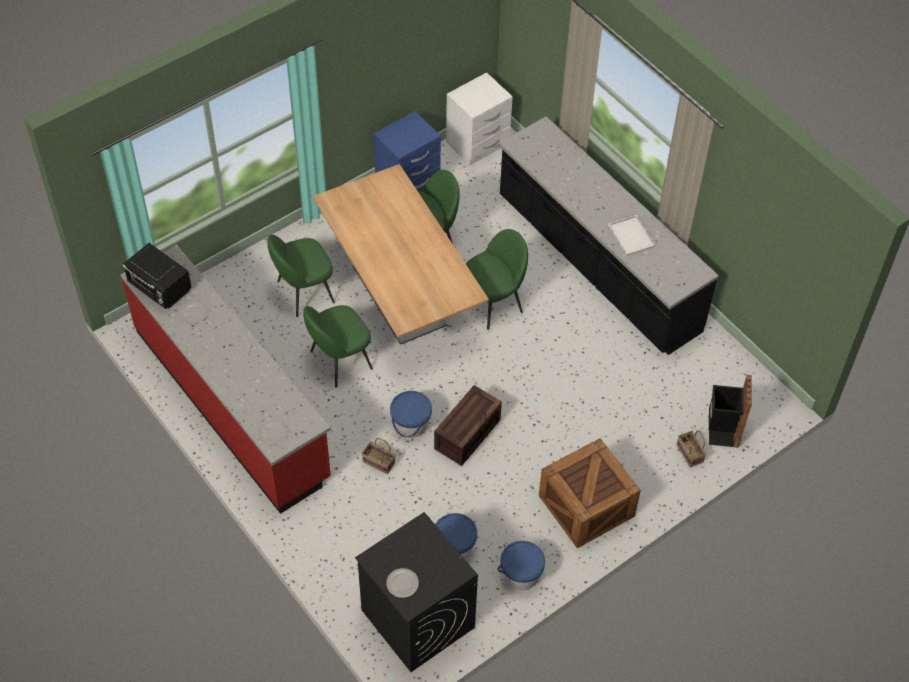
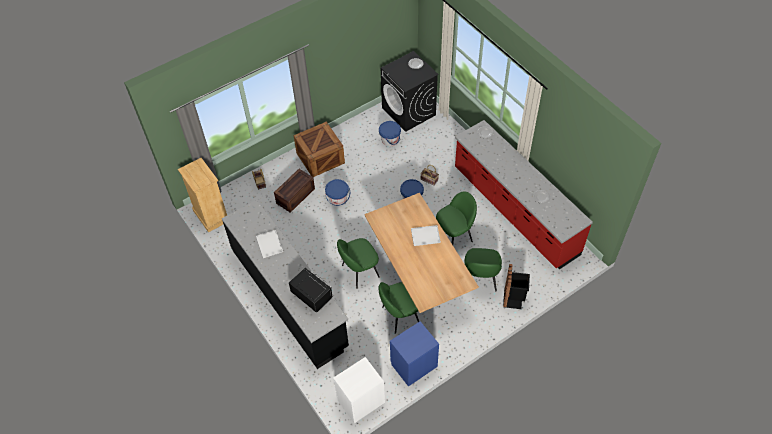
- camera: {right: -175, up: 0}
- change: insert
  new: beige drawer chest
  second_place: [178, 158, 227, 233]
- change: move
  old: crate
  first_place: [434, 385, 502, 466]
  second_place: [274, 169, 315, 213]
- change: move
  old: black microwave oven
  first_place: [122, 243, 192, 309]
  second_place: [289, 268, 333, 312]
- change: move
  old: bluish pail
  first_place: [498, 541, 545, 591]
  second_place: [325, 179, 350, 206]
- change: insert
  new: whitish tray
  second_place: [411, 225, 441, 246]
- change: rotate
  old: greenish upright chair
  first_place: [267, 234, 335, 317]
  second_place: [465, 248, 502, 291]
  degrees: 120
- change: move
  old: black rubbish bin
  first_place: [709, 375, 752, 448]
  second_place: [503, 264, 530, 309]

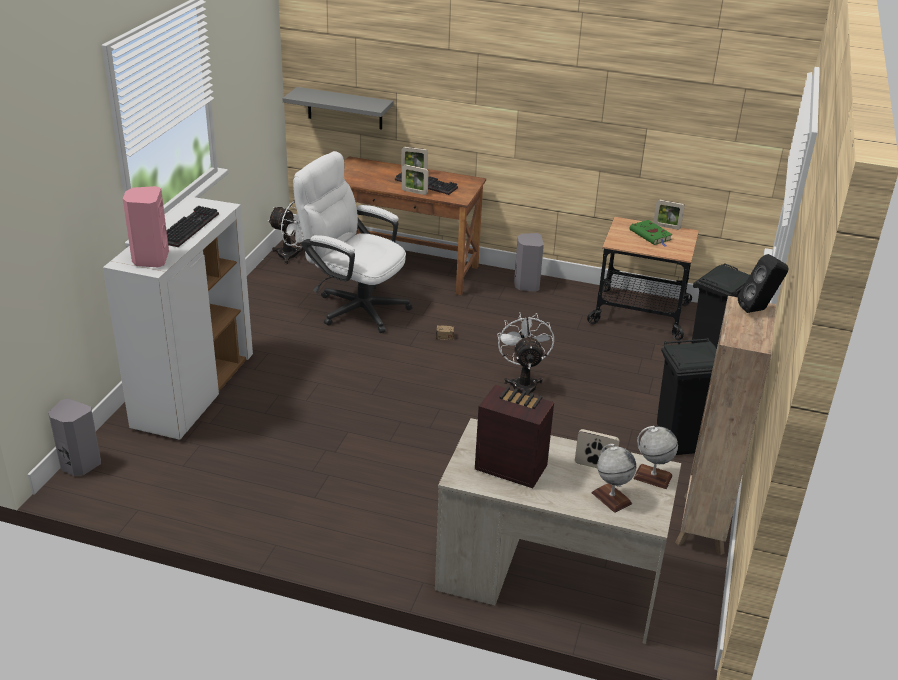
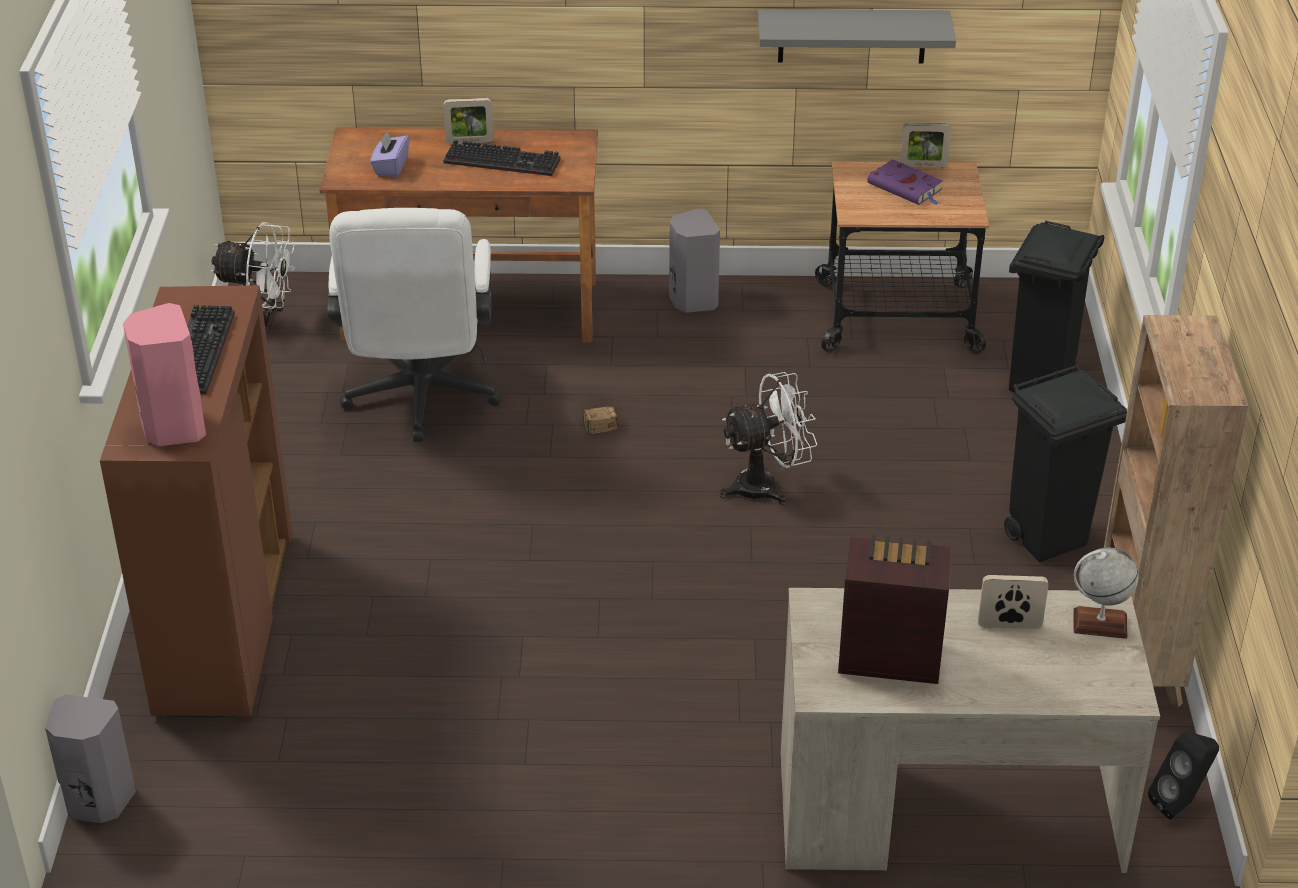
- camera: {right: -15, up: 5}
- change: recolor
  old: whitish cupboard
  new: brown cupboard
  first_place: [103, 197, 253, 440]
  second_place: [100, 285, 292, 718]
- change: rotate
  old: whitish computer chair
  first_place: [293, 151, 412, 333]
  second_place: [327, 208, 502, 442]
  degrees: -105
- change: insert
  new: purple tissue box
  second_place: [370, 131, 409, 177]
- change: rotate
  old: whitish fan
  first_place: [497, 313, 554, 396]
  second_place: [720, 372, 818, 505]
  degrees: 90
- change: move
  old: grey bracket shelf
  first_place: [282, 87, 393, 130]
  second_place: [758, 9, 956, 63]
- change: recolor
  old: greenish bound book
  new: purple bound book
  first_place: [630, 220, 673, 246]
  second_place: [867, 159, 943, 205]
- change: move
  old: black speaker
  first_place: [738, 254, 789, 313]
  second_place: [1148, 732, 1219, 819]
- change: delete
  old: photo frame
  first_place: [402, 164, 428, 195]
- change: delete
  old: desk globe
  first_place: [591, 444, 636, 513]

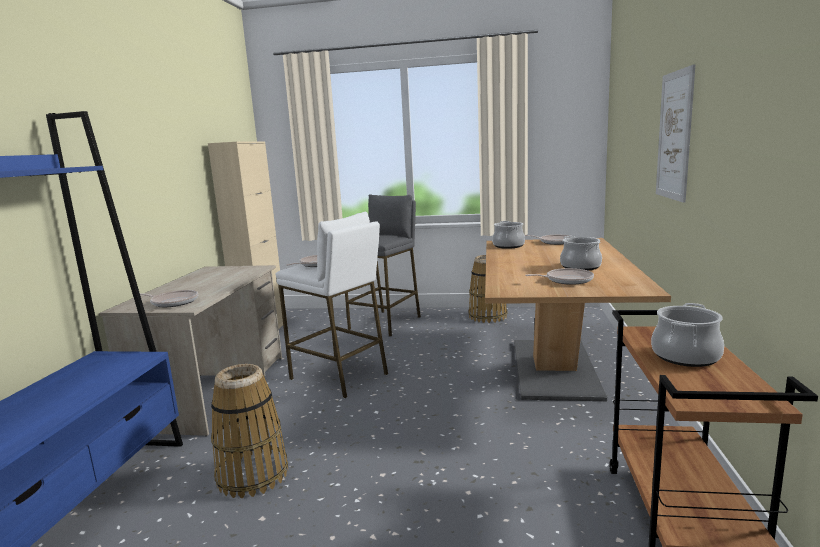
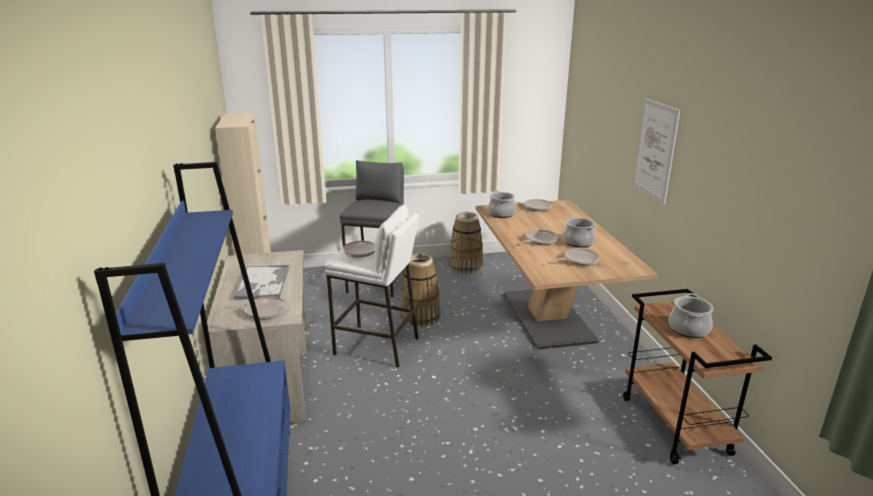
- camera: {right: -20, up: 10}
- change: insert
  new: tray
  second_place: [234, 265, 289, 300]
- change: move
  old: basket
  first_place: [211, 364, 288, 498]
  second_place: [400, 253, 441, 327]
- change: insert
  new: skillet
  second_place: [520, 230, 558, 245]

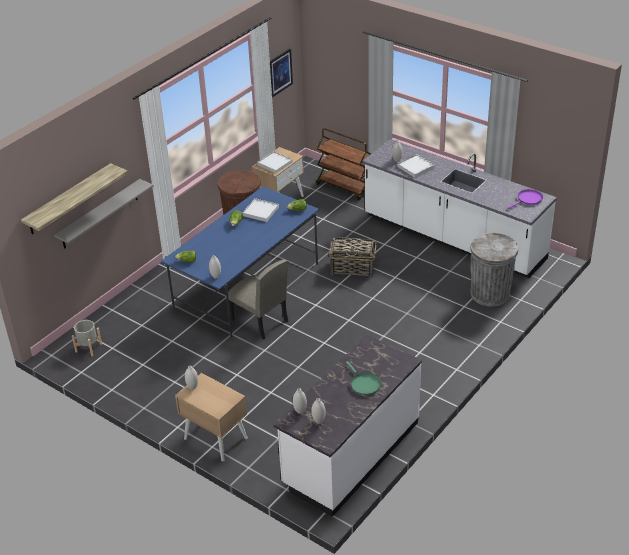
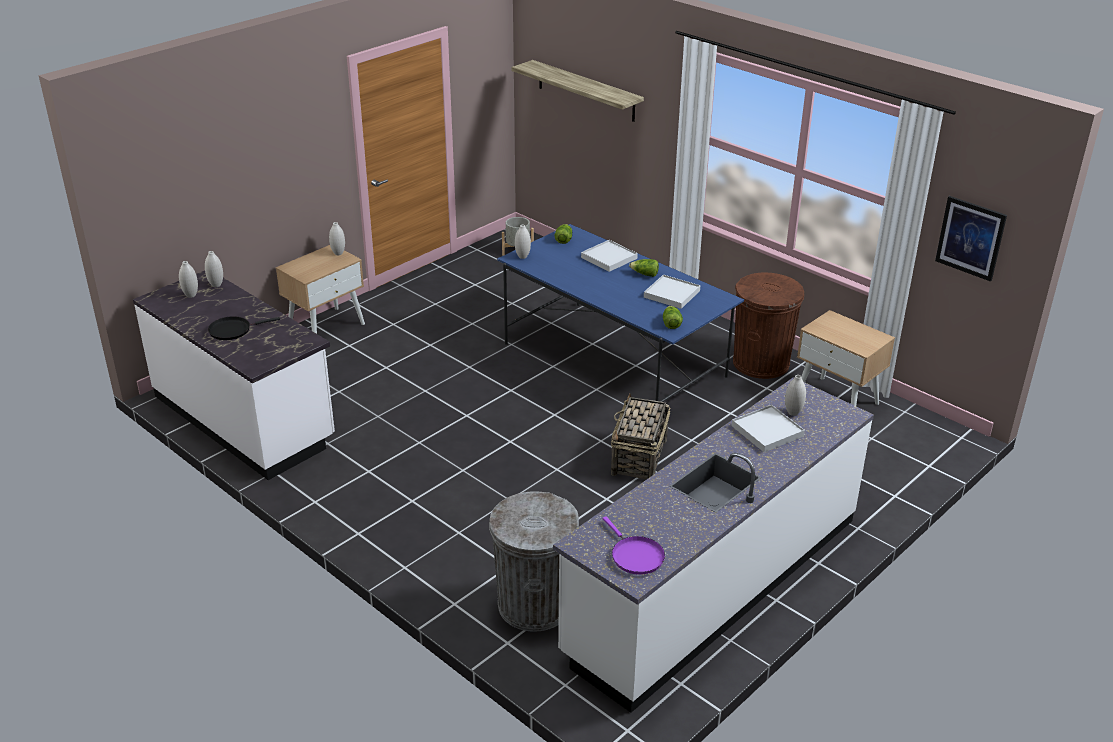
- camera: {right: 95, up: -5}
- change: recolor
  old: greenish skillet
  new: black skillet
  first_place: [346, 361, 381, 395]
  second_place: [208, 316, 280, 340]
- change: move
  old: whitish tray
  first_place: [257, 151, 293, 173]
  second_place: [581, 240, 638, 272]
- change: delete
  old: grey bracket shelf
  first_place: [54, 179, 154, 249]
- change: delete
  old: beige upright chair
  first_place: [228, 259, 288, 340]
- change: delete
  old: brown wheeled cart
  first_place: [316, 128, 371, 200]

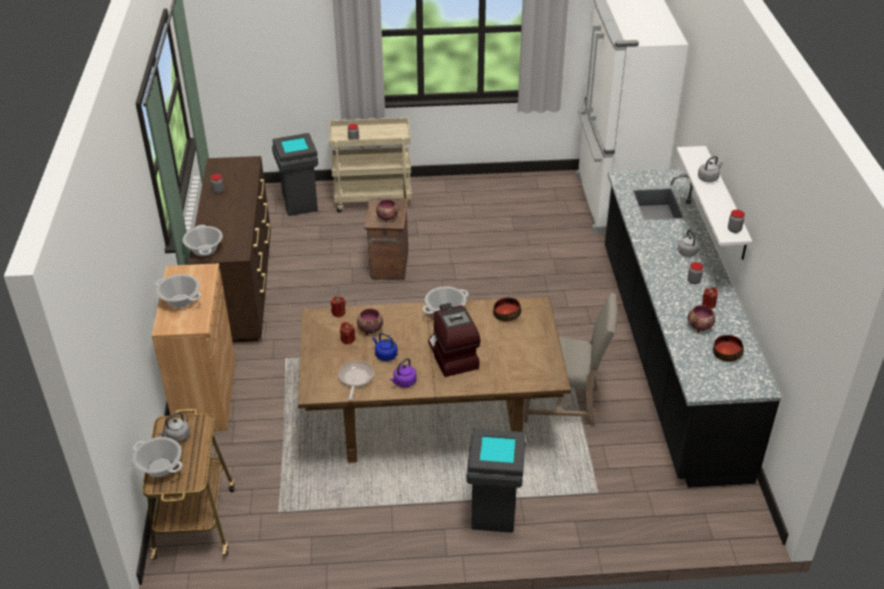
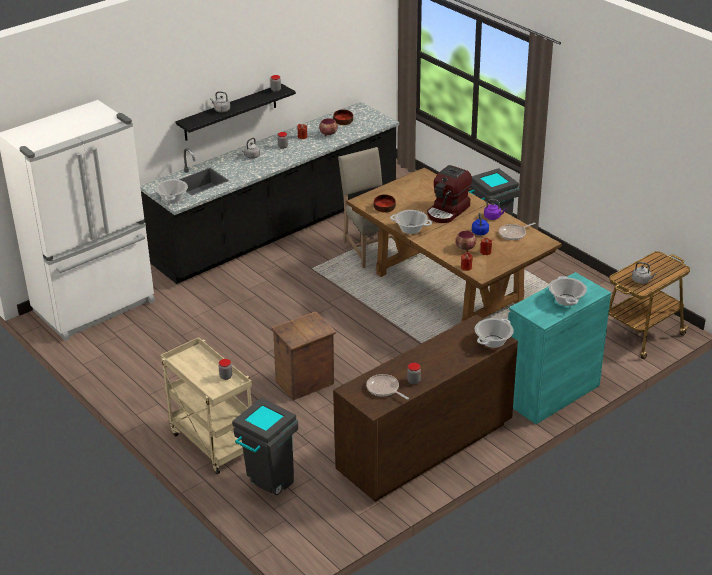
- camera: {right: -125, up: -5}
- change: move
  old: stockpot
  first_place: [132, 437, 183, 477]
  second_place: [155, 179, 188, 203]
- change: recolor
  old: whitish bracket shelf
  new: black bracket shelf
  first_place: [677, 146, 753, 260]
  second_place: [176, 84, 296, 141]
- change: insert
  new: skillet
  second_place: [366, 374, 409, 400]
- change: recolor
  old: brown cupboard
  new: turquoise-coloured cupboard
  first_place: [152, 263, 236, 432]
  second_place: [508, 272, 611, 424]
- change: delete
  old: bowl
  first_place: [376, 199, 399, 222]

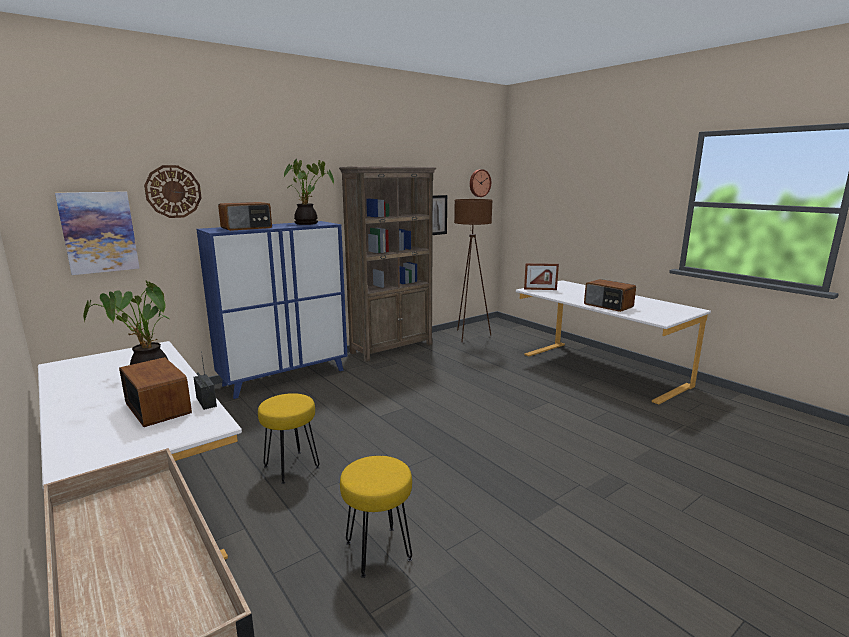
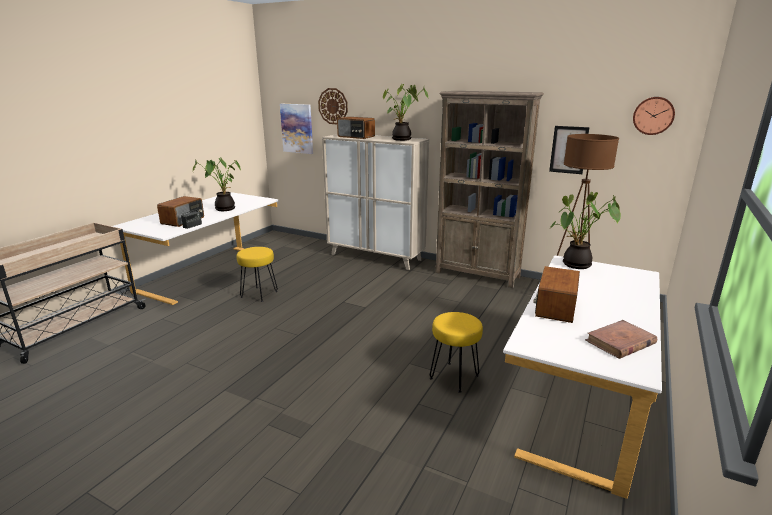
- camera: {right: 65, up: 5}
- change: recolor
  old: bluish cupboard
  new: beige cupboard
  first_place: [197, 221, 348, 399]
  second_place: [322, 134, 429, 270]
- change: move
  old: yellow-coloured stool seat
  first_place: [340, 456, 412, 578]
  second_place: [430, 312, 483, 393]
- change: replace
  old: photo frame
  new: plant in a pot
  first_place: [524, 263, 559, 290]
  second_place: [550, 192, 621, 269]
- change: insert
  new: brown bound book
  second_place: [585, 320, 657, 359]

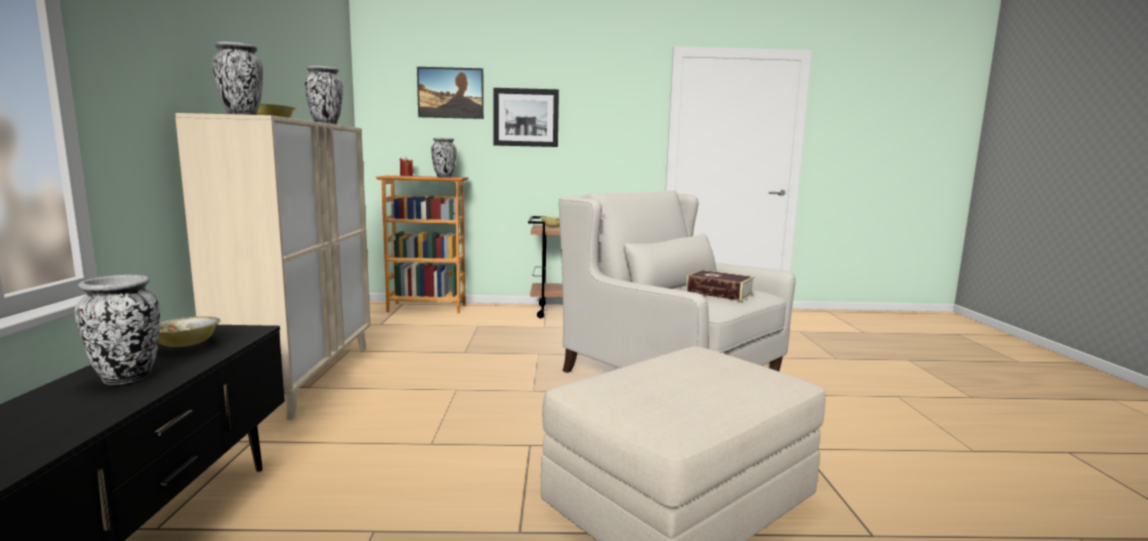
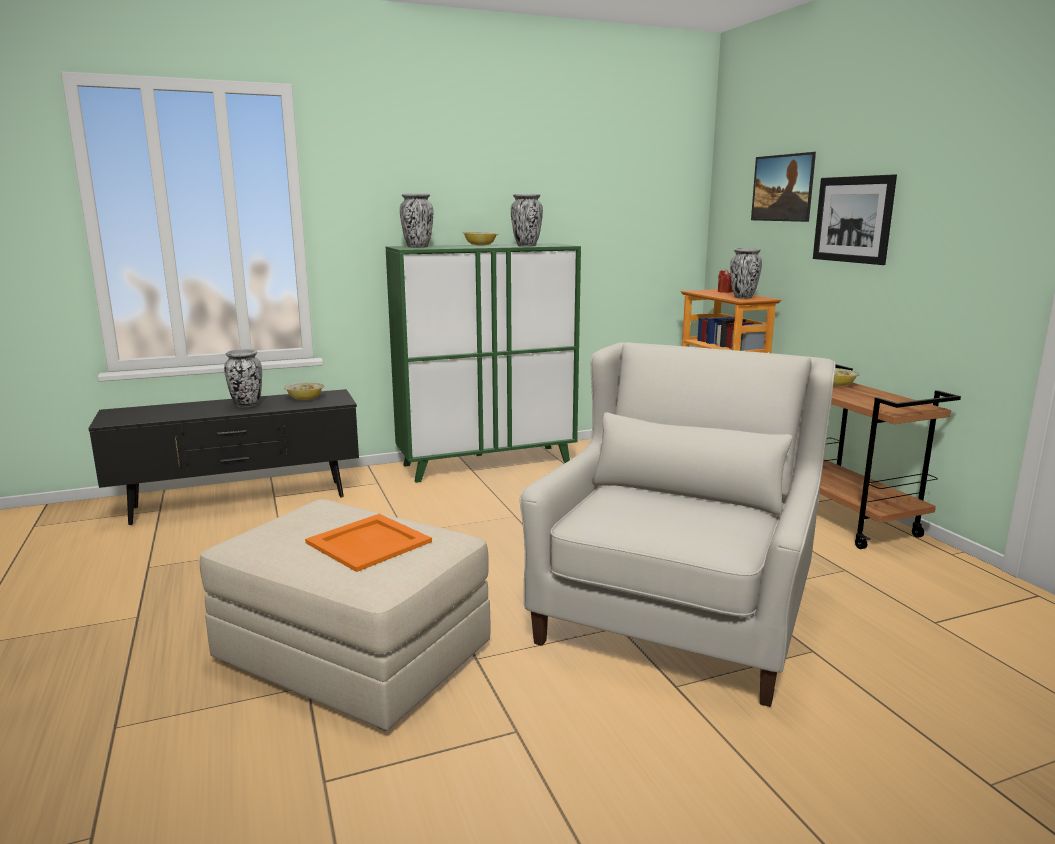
- camera: {right: 70, up: 5}
- change: insert
  new: orangey tray
  second_place: [305, 514, 432, 572]
- change: recolor
  old: beige cupboard
  new: greenish cupboard
  first_place: [175, 113, 371, 420]
  second_place: [386, 243, 581, 483]
- change: delete
  old: bound book
  first_place: [686, 270, 755, 301]

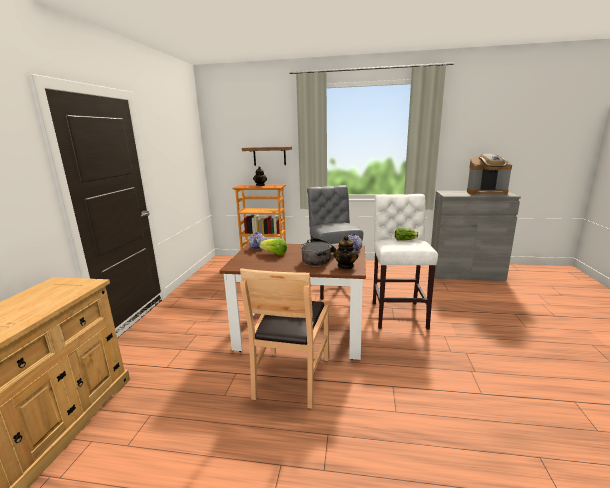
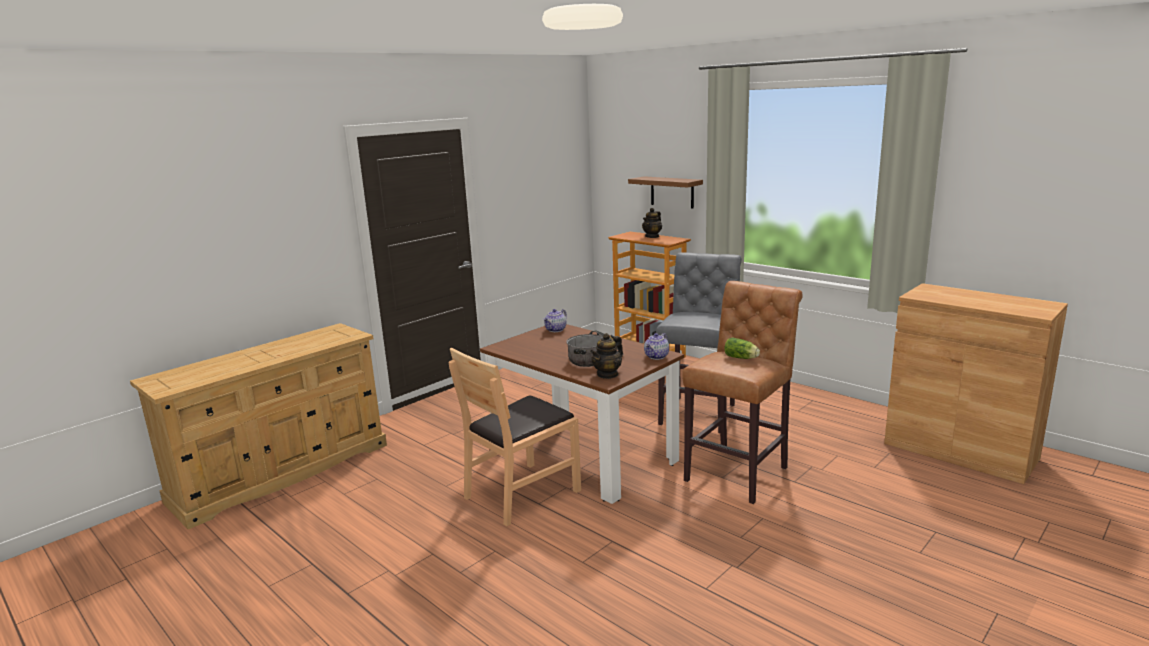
- camera: {right: 35, up: 0}
- change: recolor
  old: whitish stool seat
  new: brown stool seat
  first_place: [373, 194, 438, 329]
  second_place: [682, 281, 803, 504]
- change: recolor
  old: grey cupboard
  new: brown cupboard
  first_place: [431, 191, 521, 281]
  second_place: [884, 283, 1068, 484]
- change: delete
  old: lettuce head
  first_place: [259, 238, 287, 255]
- change: delete
  old: coffee maker
  first_place: [467, 154, 512, 196]

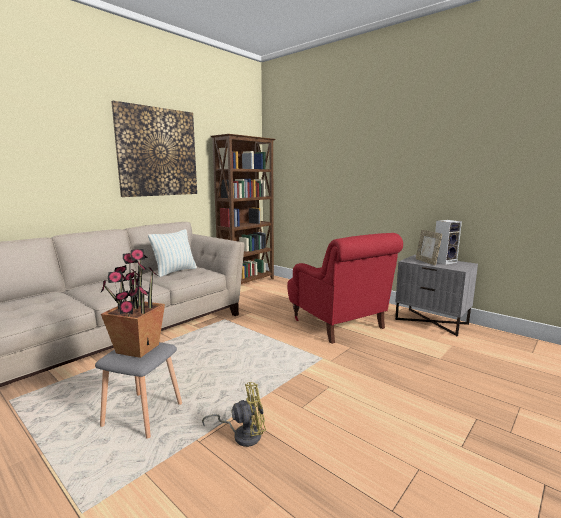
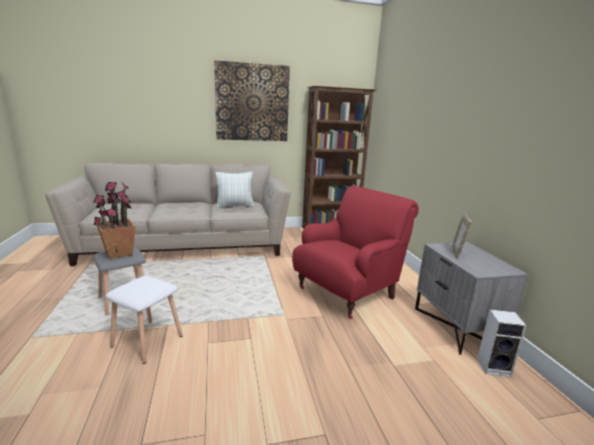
- camera: {right: 35, up: 5}
- change: replace
  old: yellow-coloured fan
  new: whitish stool seat
  first_place: [202, 382, 266, 447]
  second_place: [105, 276, 183, 364]
- change: rotate
  old: reddish lounge chair
  first_place: [287, 233, 403, 344]
  second_place: [292, 186, 419, 319]
  degrees: -135
- change: move
  old: speaker
  first_place: [435, 220, 462, 265]
  second_place: [477, 309, 526, 377]

